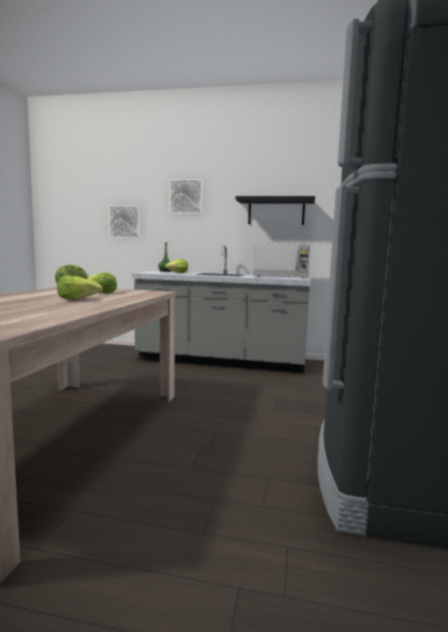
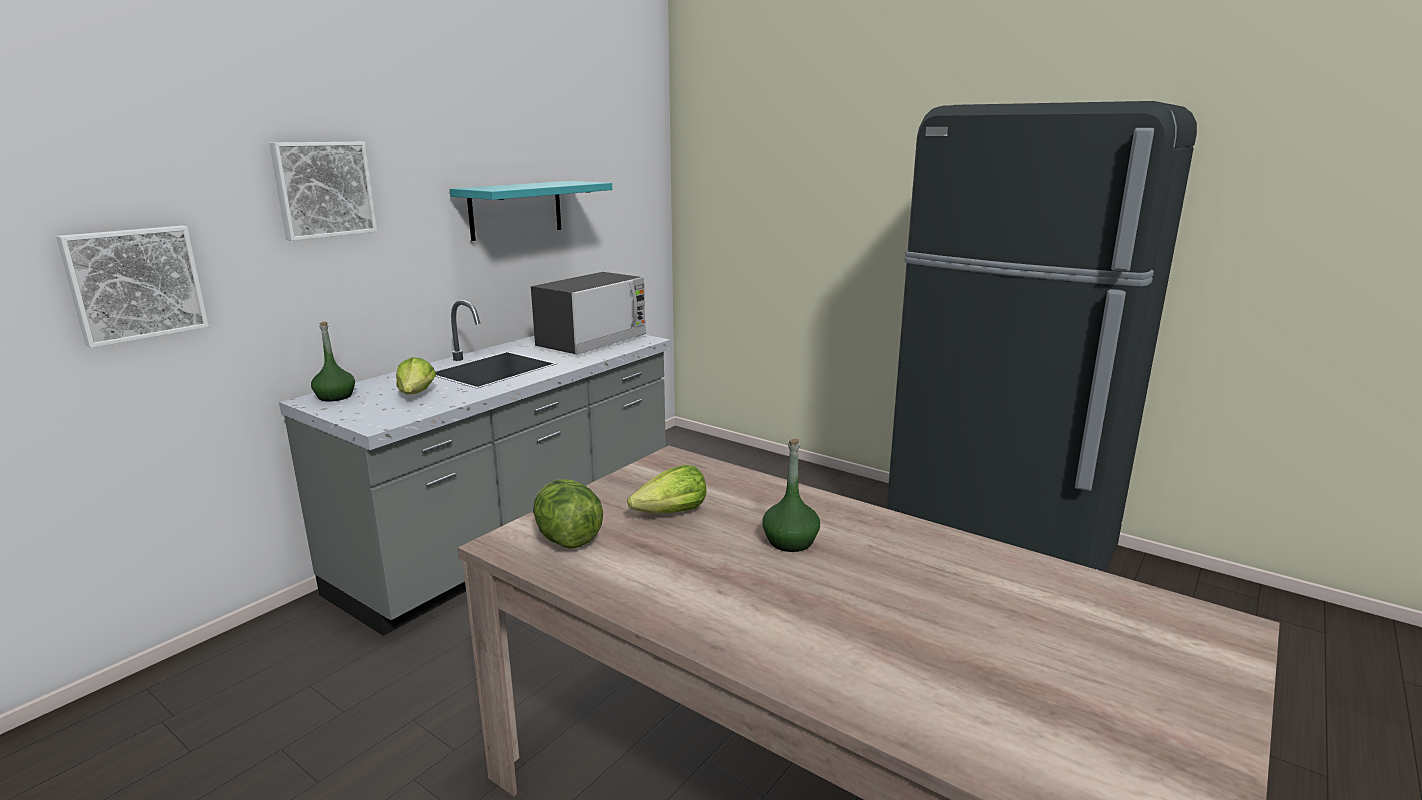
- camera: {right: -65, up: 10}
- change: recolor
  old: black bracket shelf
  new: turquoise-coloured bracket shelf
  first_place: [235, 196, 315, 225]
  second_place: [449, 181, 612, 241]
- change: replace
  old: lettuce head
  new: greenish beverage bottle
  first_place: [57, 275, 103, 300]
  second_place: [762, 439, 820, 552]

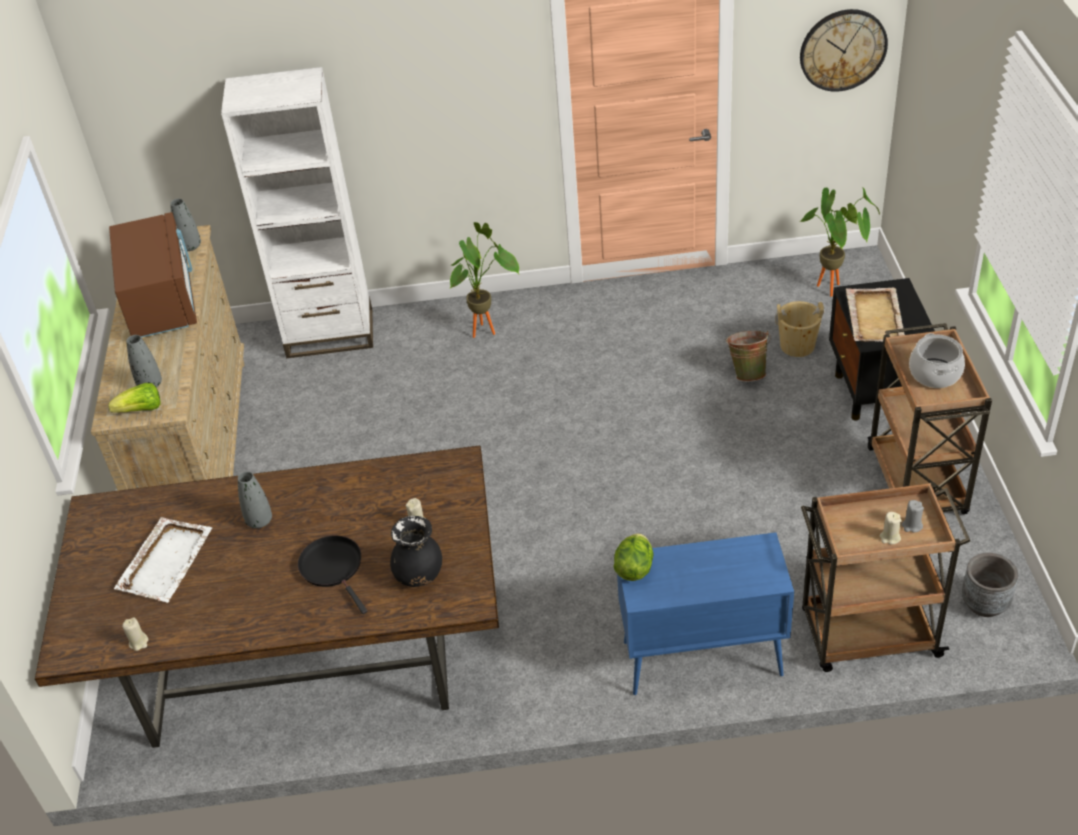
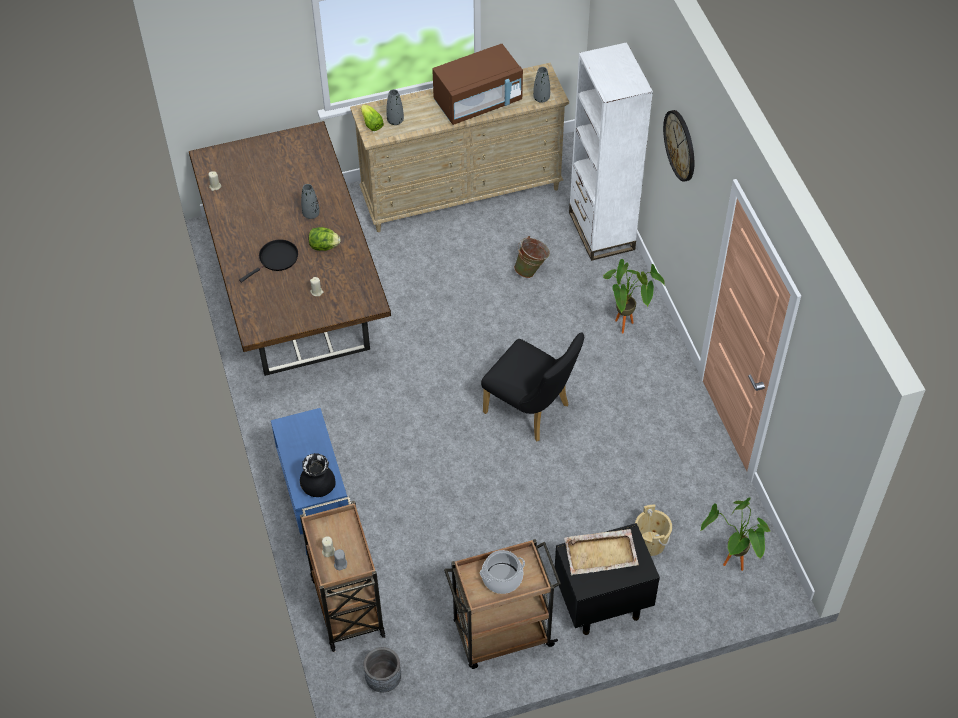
- camera: {right: 75, up: 10}
- change: move
  old: black flower vase
  first_place: [390, 516, 442, 587]
  second_place: [300, 453, 335, 497]
- change: move
  old: lettuce head
  first_place: [614, 533, 653, 581]
  second_place: [309, 227, 341, 251]
- change: insert
  new: black upright chair
  second_place: [481, 332, 584, 441]
- change: move
  old: greenish pail
  first_place: [726, 331, 771, 382]
  second_place: [514, 236, 550, 278]
- change: move
  old: hanging clock
  first_place: [800, 9, 888, 92]
  second_place: [663, 110, 694, 182]
- change: delete
  old: whitish tray
  first_place: [114, 517, 212, 603]

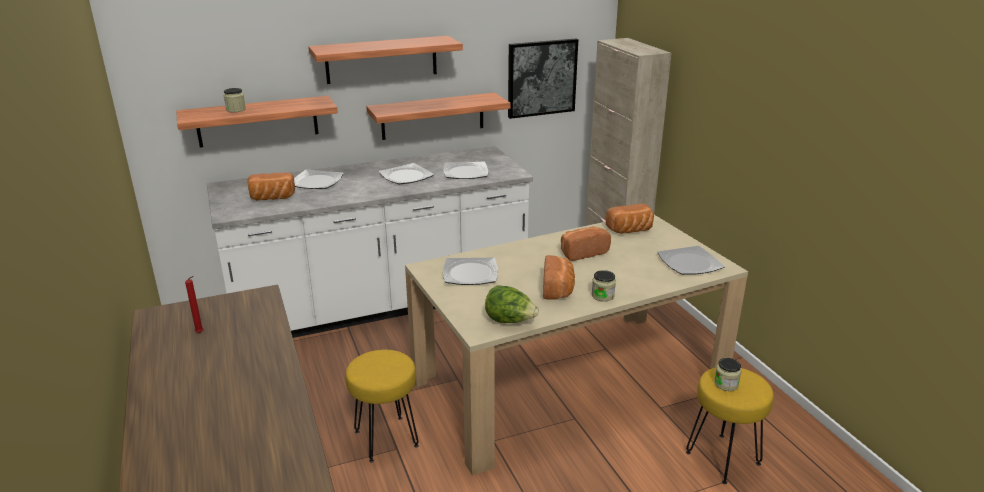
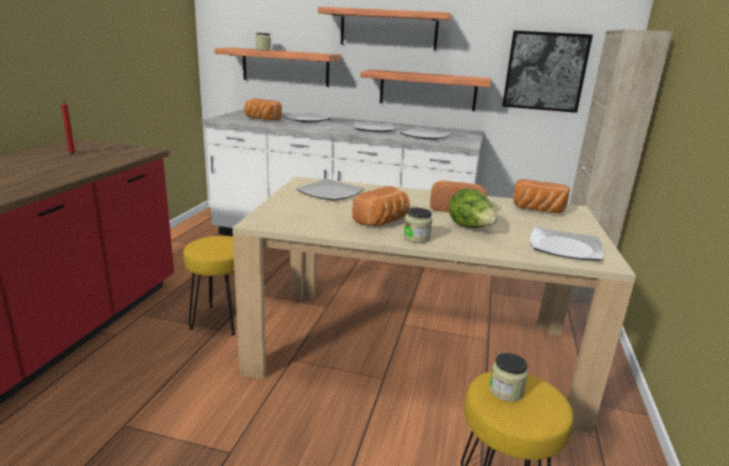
- camera: {right: 35, up: -5}
- change: move
  old: lettuce head
  first_place: [485, 285, 539, 323]
  second_place: [449, 188, 497, 228]

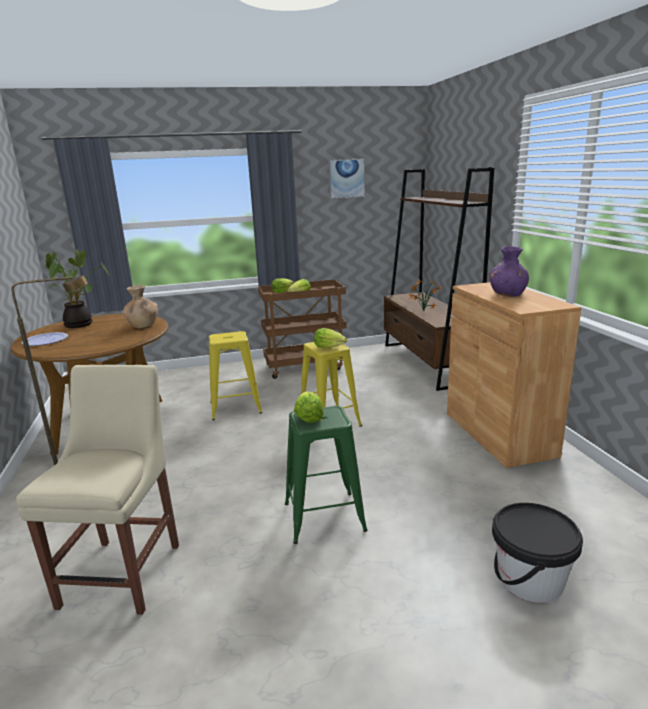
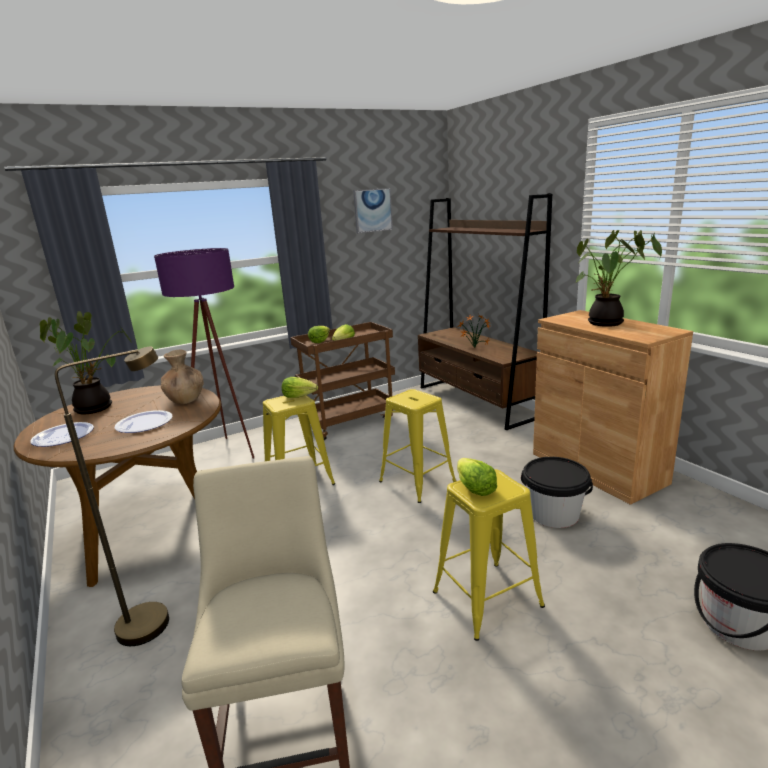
- camera: {right: -15, up: 0}
- change: insert
  new: flat dish
  second_place: [115, 410, 172, 433]
- change: insert
  new: purple standard lamp
  second_place: [154, 248, 254, 459]
- change: move
  old: lettuce head
  first_place: [314, 328, 347, 348]
  second_place: [282, 377, 318, 398]
- change: recolor
  old: greenish stool seat
  new: yellow-coloured stool seat
  first_place: [285, 406, 368, 544]
  second_place: [433, 469, 545, 641]
- change: insert
  new: black pail
  second_place: [521, 457, 593, 528]
- change: replace
  old: purple flower vase
  new: plant in a pot
  first_place: [490, 246, 529, 297]
  second_place: [575, 230, 662, 327]

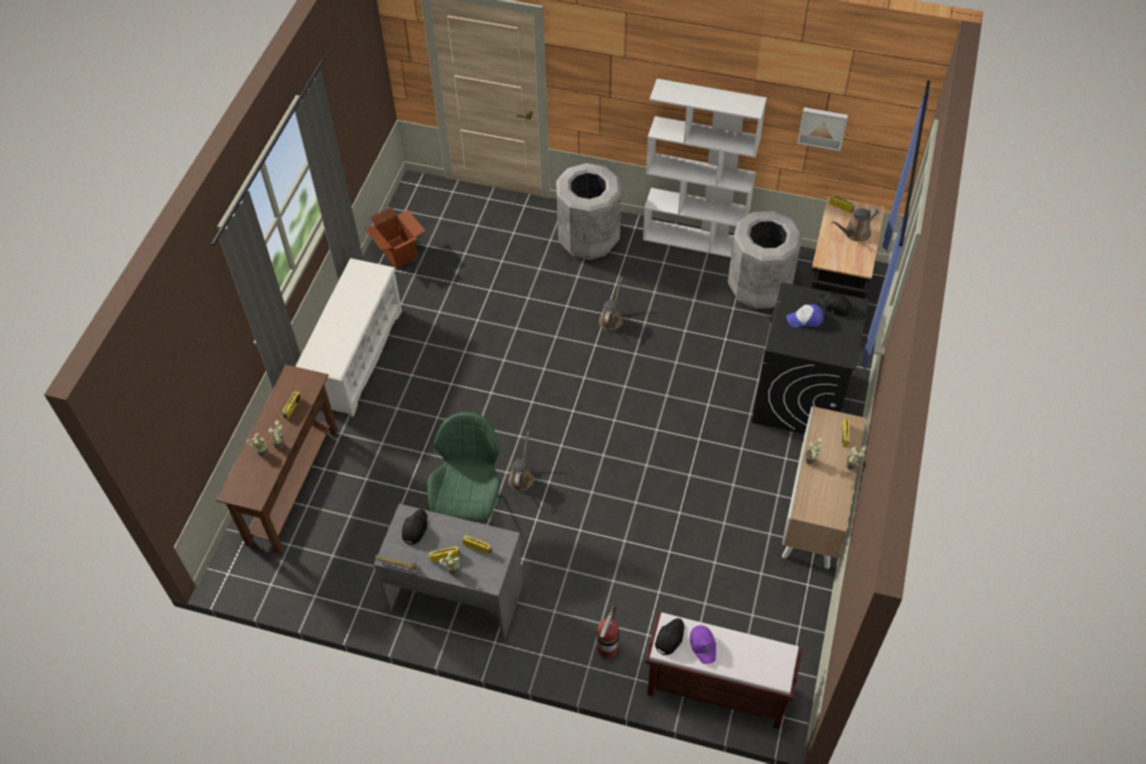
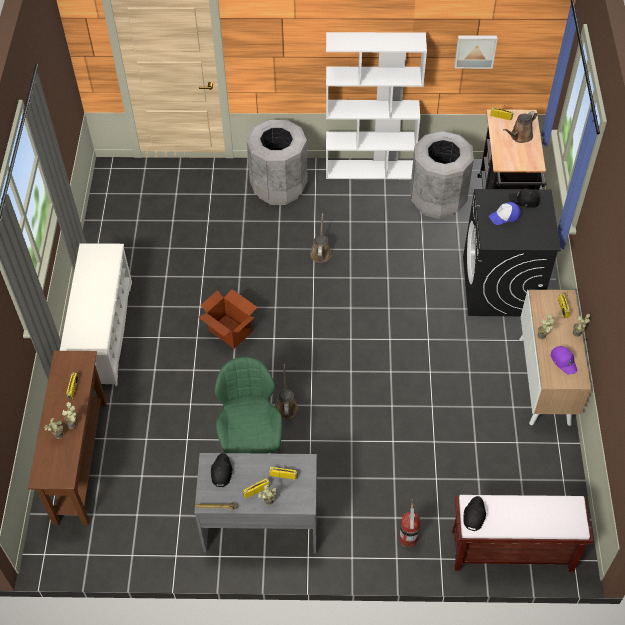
- camera: {right: -15, up: 0}
- change: move
  old: packing box
  first_place: [364, 207, 425, 268]
  second_place: [198, 289, 258, 349]
- change: move
  old: purple baseball cap
  first_place: [690, 625, 716, 664]
  second_place: [551, 346, 578, 375]

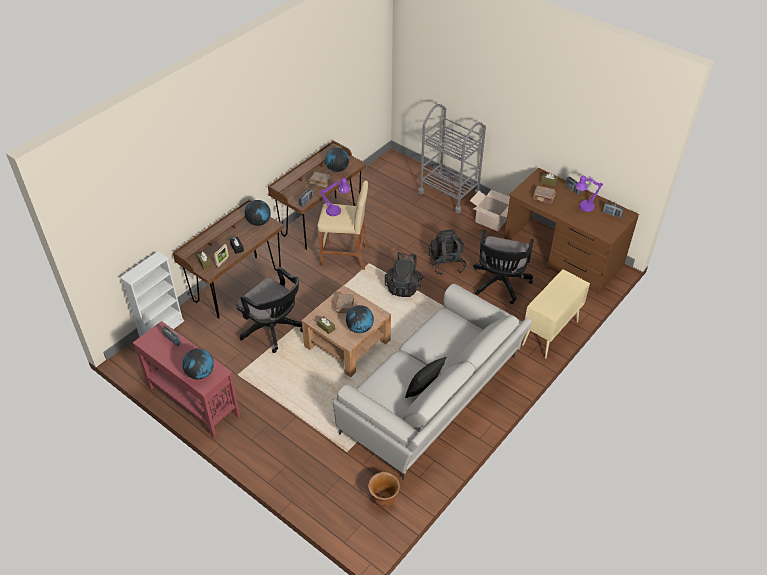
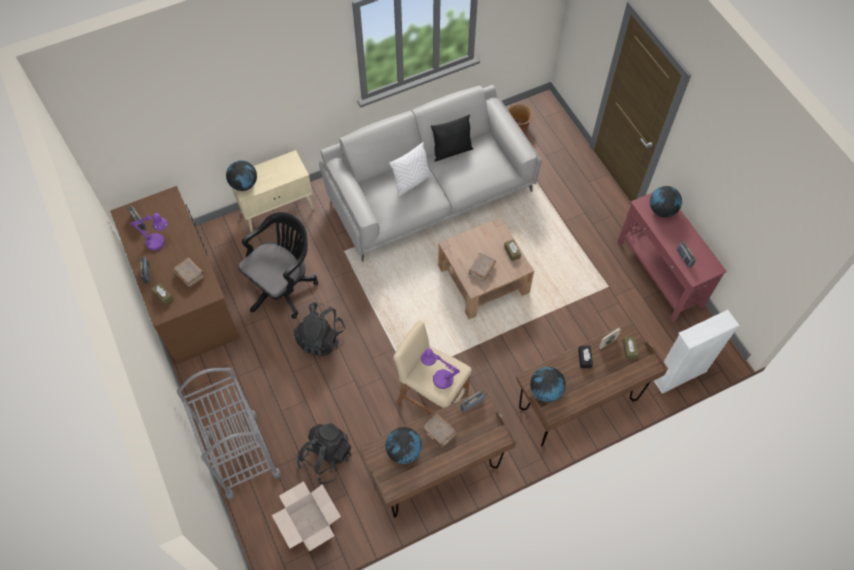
- camera: {right: -155, up: 15}
- change: move
  old: desk globe
  first_place: [346, 305, 374, 333]
  second_place: [226, 160, 257, 191]
- change: move
  old: packing box
  first_place: [470, 190, 510, 231]
  second_place: [272, 481, 341, 551]
- change: move
  old: black rucksack
  first_place: [385, 252, 423, 297]
  second_place: [297, 423, 352, 484]
- change: insert
  new: whitish throw pillow
  second_place: [389, 142, 432, 197]
- change: delete
  old: black computer chair
  first_place: [236, 267, 303, 353]

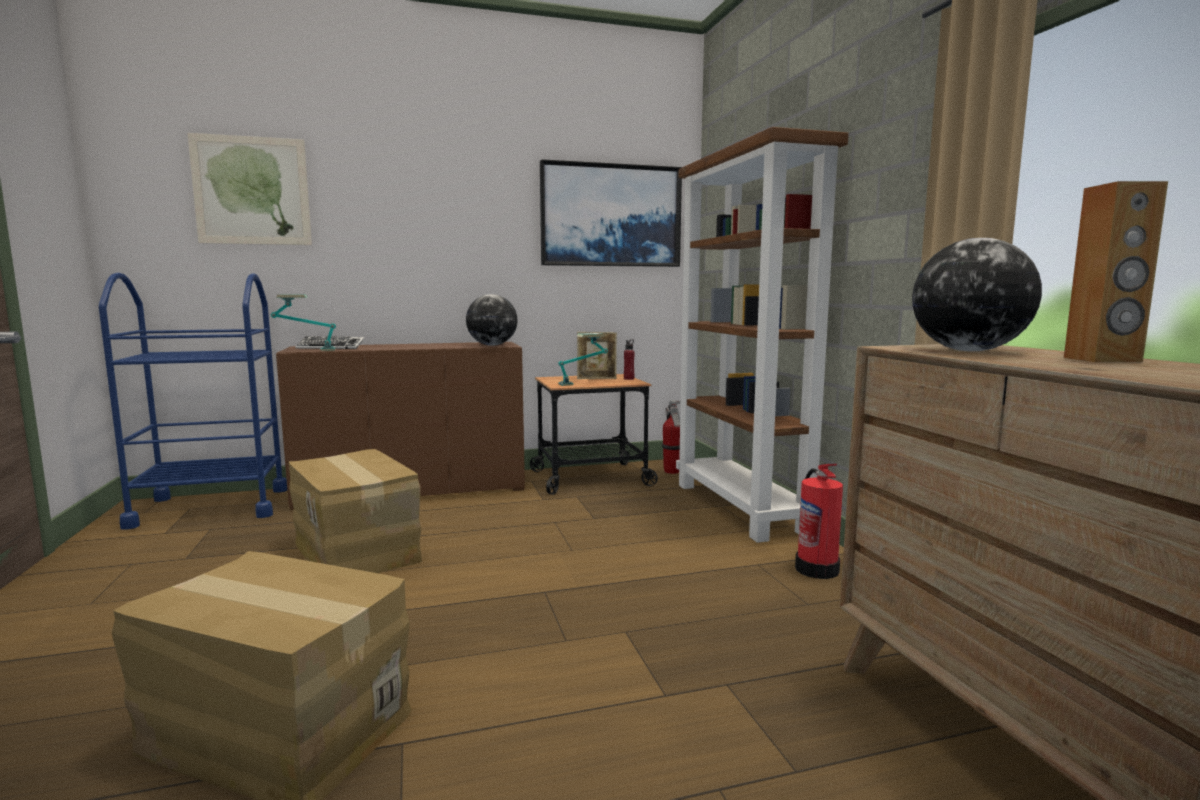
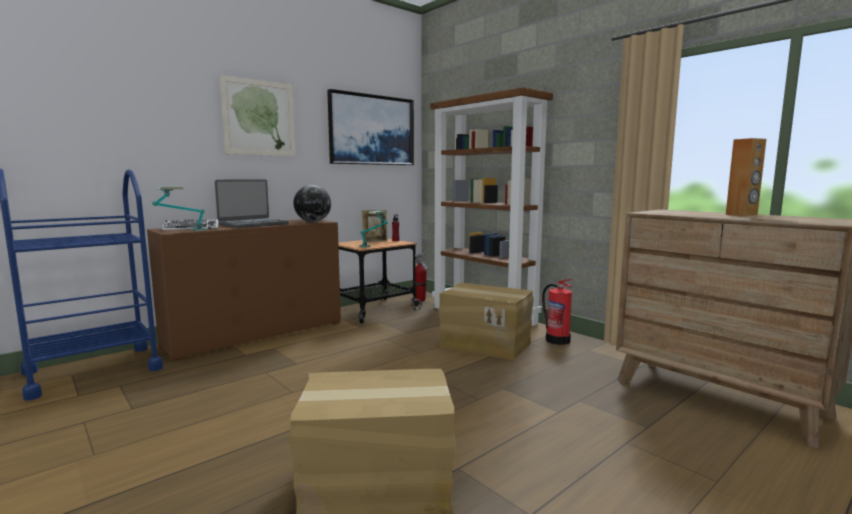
- camera: {right: -25, up: 0}
- change: insert
  new: laptop
  second_place: [215, 179, 289, 228]
- change: move
  old: picture
  first_place: [187, 133, 312, 245]
  second_place: [220, 75, 296, 156]
- change: move
  old: packing box
  first_place: [289, 449, 422, 573]
  second_place: [438, 283, 534, 360]
- change: delete
  old: desk globe
  first_place: [912, 238, 1042, 351]

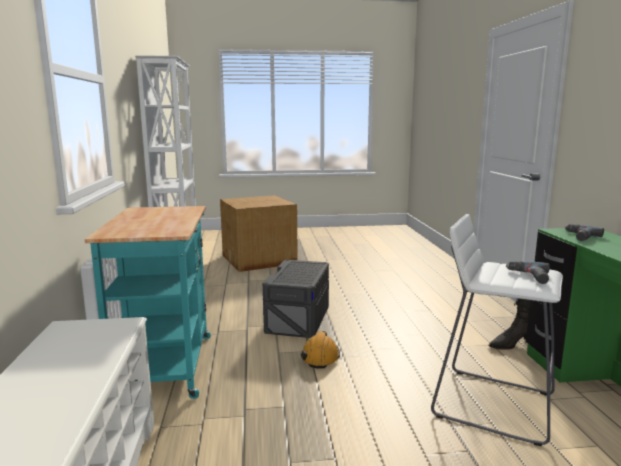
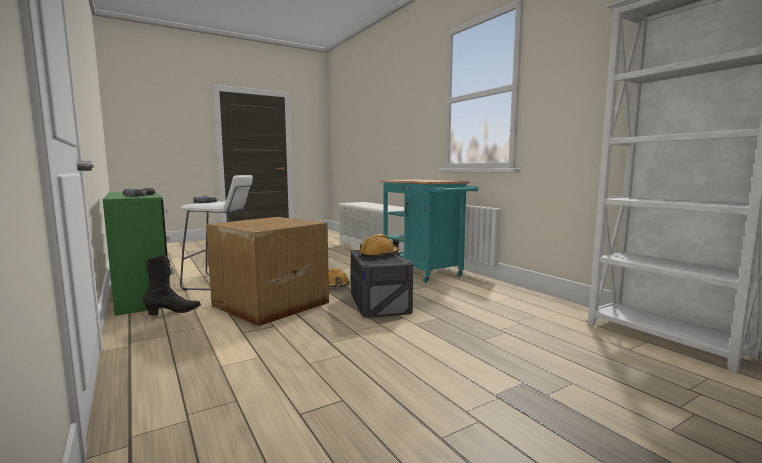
- camera: {right: 155, up: -5}
- change: move
  old: packing box
  first_place: [220, 195, 298, 272]
  second_place: [206, 217, 329, 326]
- change: insert
  new: orangey work helmet
  second_place: [360, 234, 399, 257]

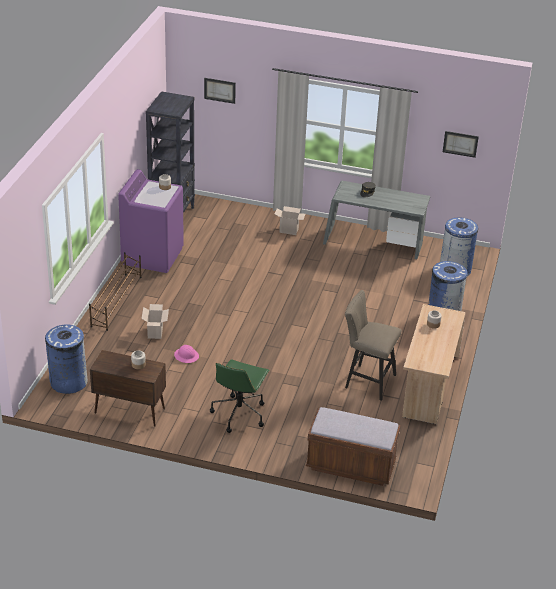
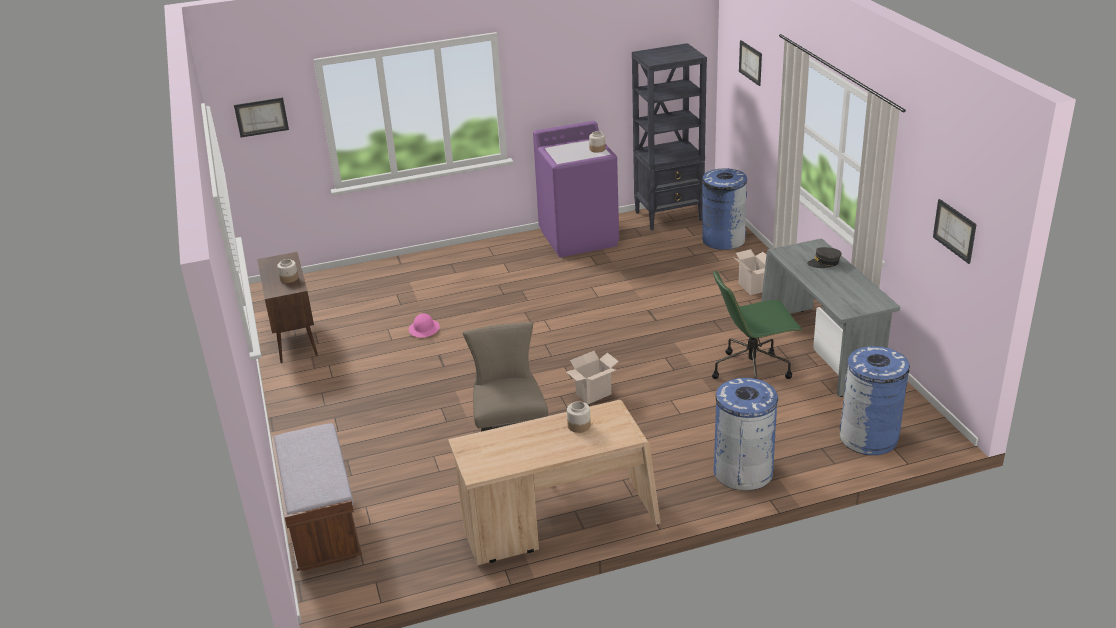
- camera: {right: 60, up: -5}
- change: insert
  new: picture
  second_place: [234, 97, 289, 138]
- change: move
  old: packing box
  first_place: [141, 304, 169, 339]
  second_place: [566, 351, 619, 404]
- change: move
  old: bluish rubbish bin
  first_place: [45, 325, 88, 394]
  second_place: [702, 168, 747, 250]
- change: move
  old: greenish computer chair
  first_place: [210, 360, 270, 433]
  second_place: [712, 270, 802, 379]
- change: delete
  old: brown shoe stand
  first_place: [89, 252, 142, 331]

